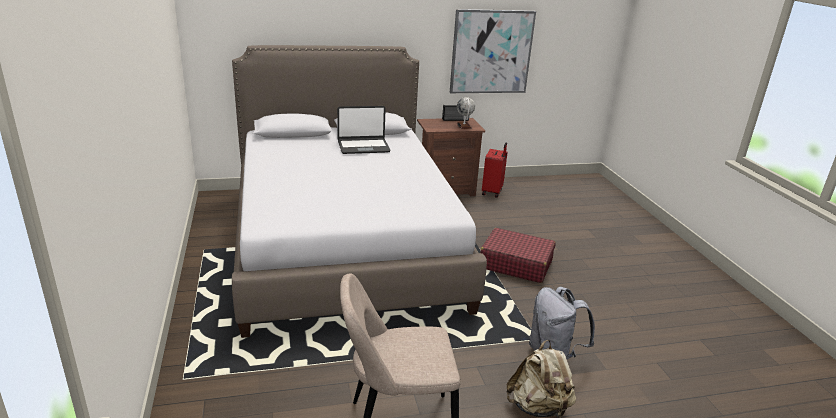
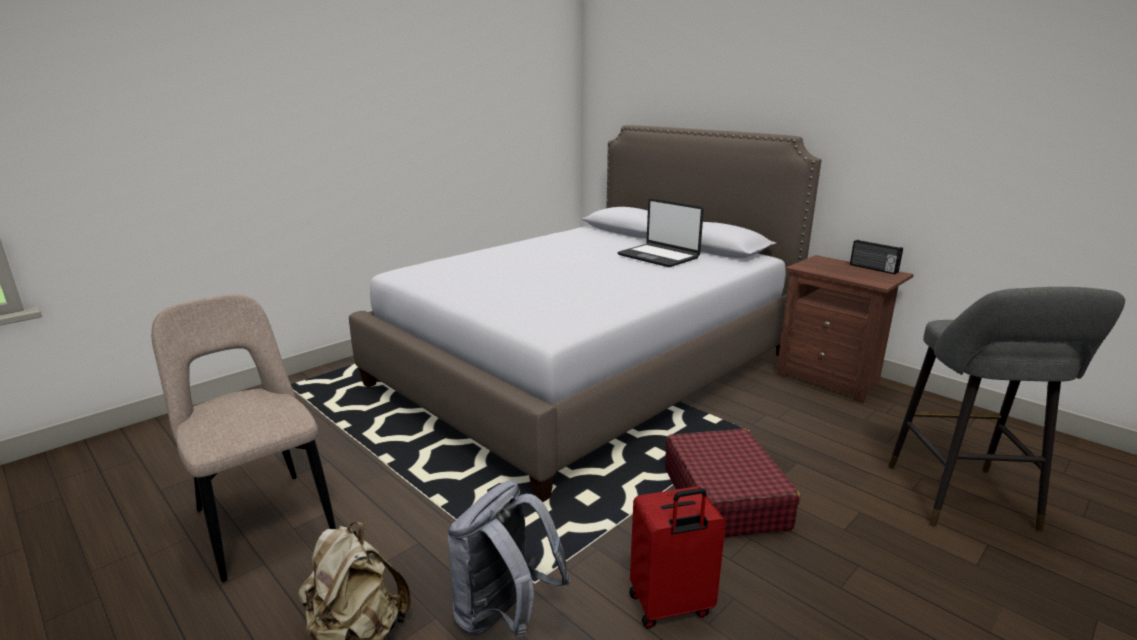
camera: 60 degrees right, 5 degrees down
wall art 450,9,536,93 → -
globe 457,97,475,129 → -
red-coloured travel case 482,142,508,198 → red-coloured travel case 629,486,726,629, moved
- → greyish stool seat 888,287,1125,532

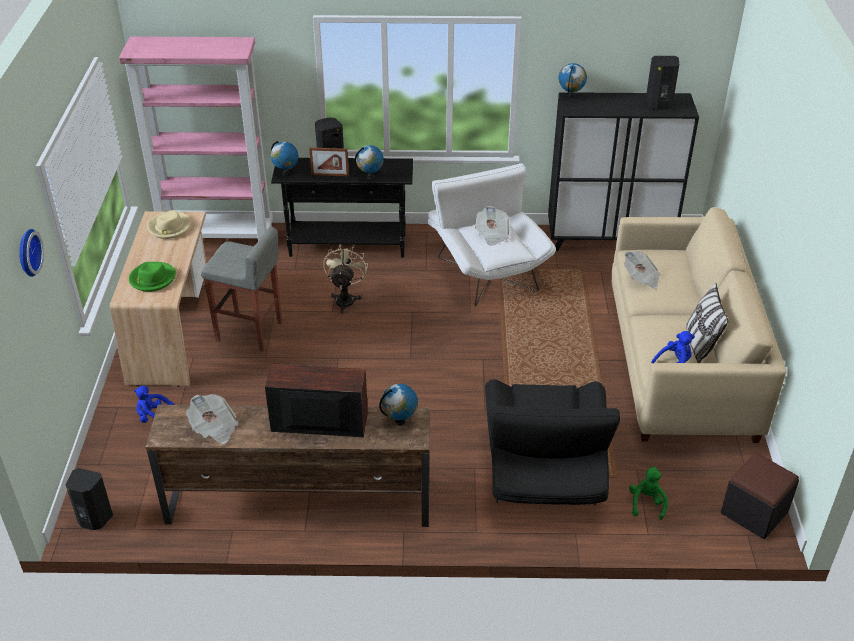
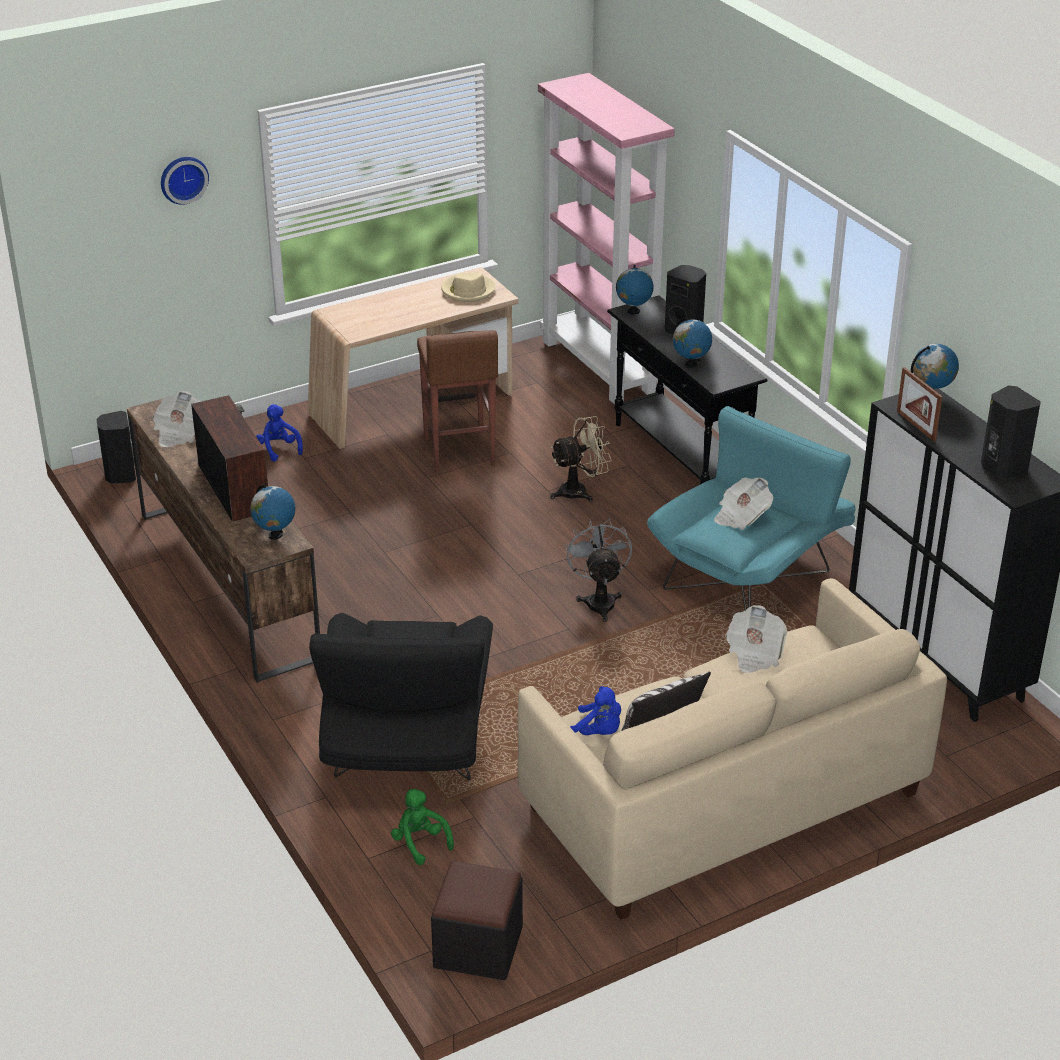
camera: 60 degrees right, 5 degrees down
standing frame 309,147,349,176 → standing frame 897,367,942,441, moved
white easy chair 428,163,556,307 → turquoise-coloured easy chair 647,406,856,611
greyish stool seat 201,227,282,352 → brown-coloured stool seat 417,330,498,473
green hat 129,262,176,292 → -
black easy chair 485,379,620,505 → black easy chair 309,613,493,780, 60 degrees counterclockwise
green cuddly toy 629,467,668,520 → green cuddly toy 391,789,454,865, 105 degrees counterclockwise
- → greyish fan 565,519,632,622

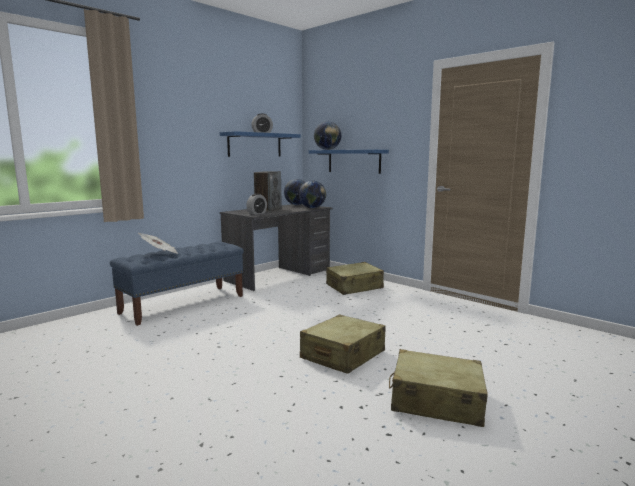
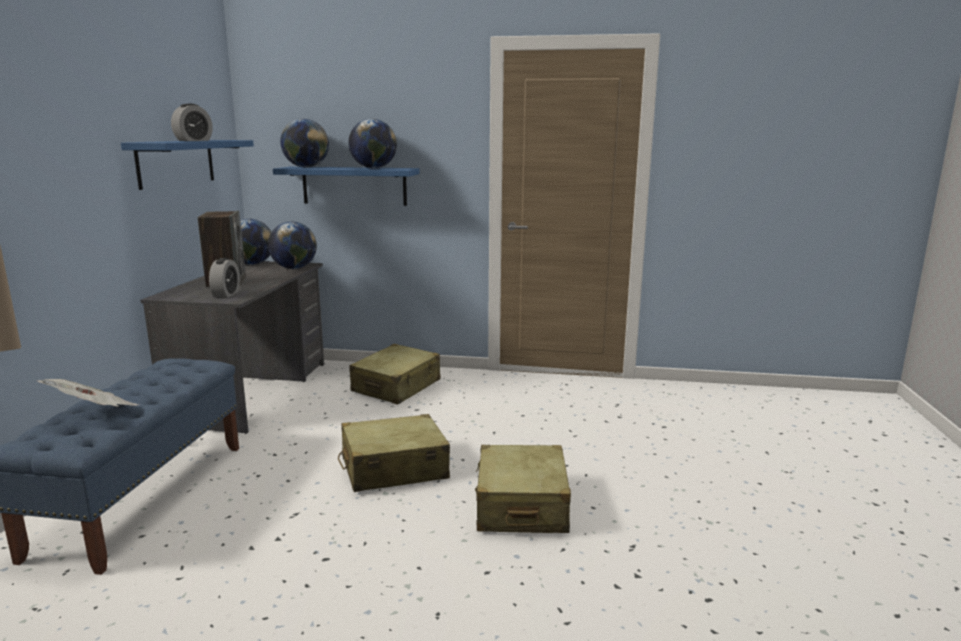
camera: 35 degrees left, 5 degrees up
beige travel case 389,349,488,427 → beige travel case 338,414,450,492, moved
- → globe 349,119,397,168

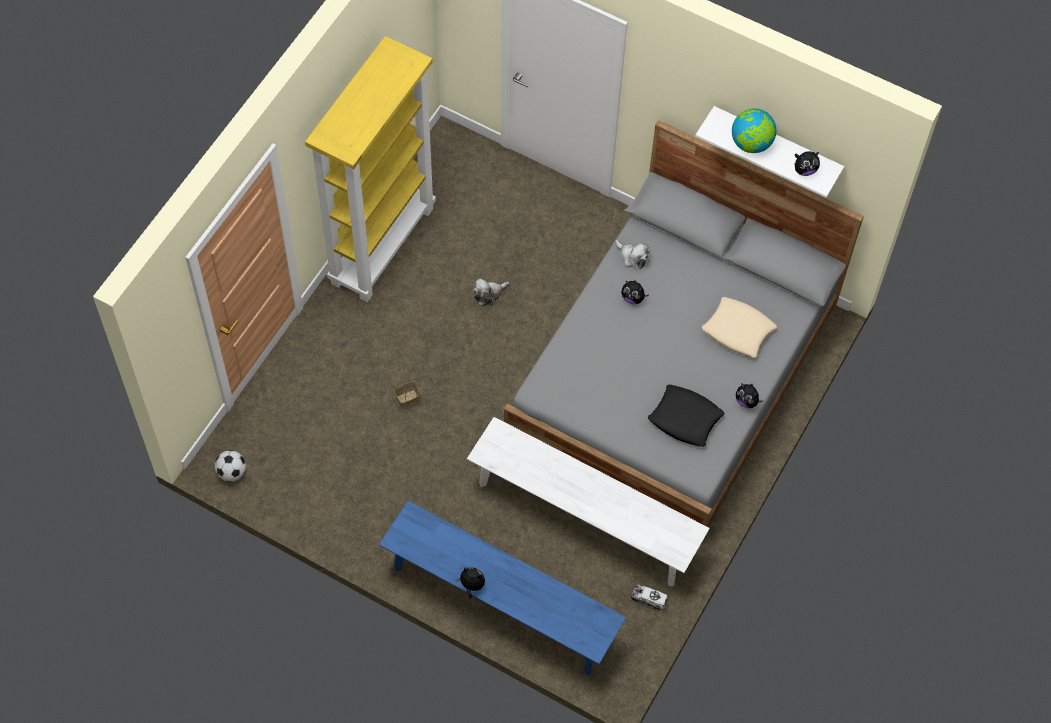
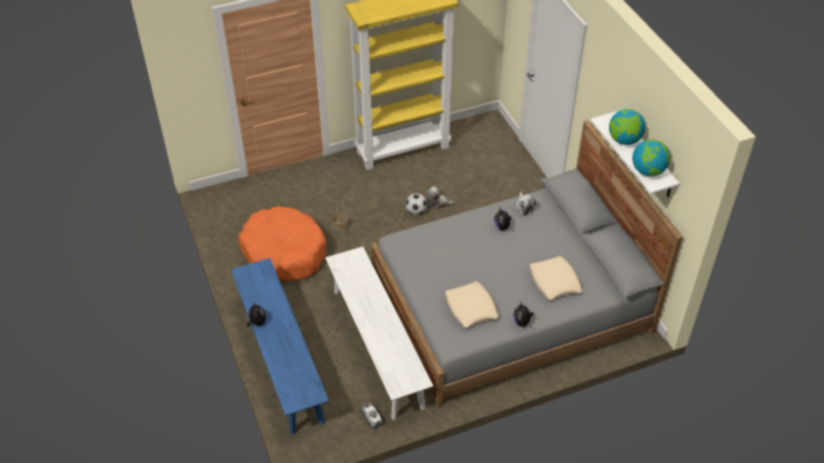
camera: 40 degrees right, 15 degrees down
cuddly toy 794,151,820,176 → globe 632,139,670,176
black throw pillow 648,385,724,447 → beige throw pillow 445,281,499,328
football 215,450,246,481 → football 406,193,427,215, moved
- → orange-coloured dog cushion 238,206,326,281

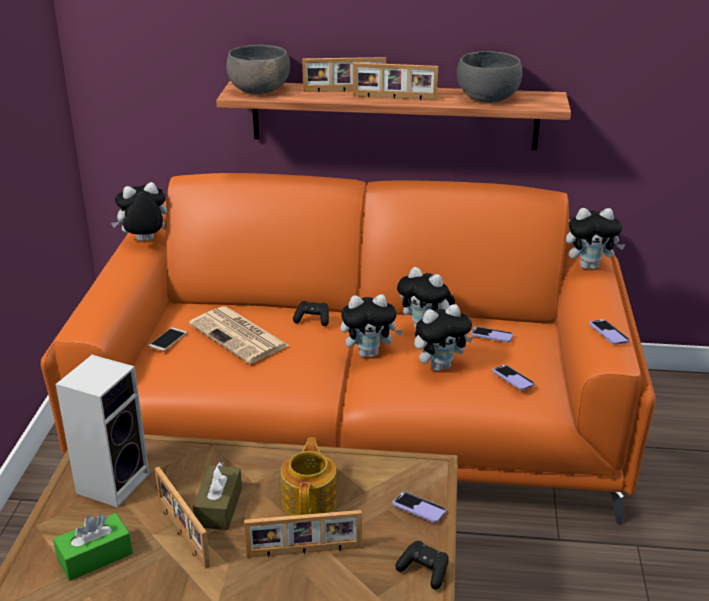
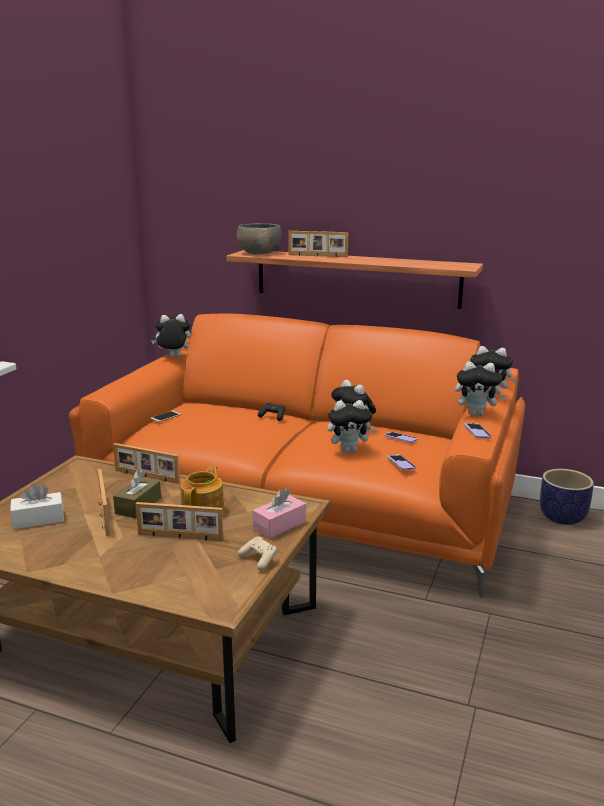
camera: 15 degrees right, 10 degrees down
greyish serving bowl 457,51,522,103 → -
standing frame 353,62,438,100 → standing frame 113,443,180,484, moved
cuddly toy 340,295,403,357 → cuddly toy 455,361,507,416, moved
daily paper 189,306,290,364 → -
speaker 56,355,149,508 → -
handset 392,492,446,523 → pink box of tissues 253,488,306,538
green box of tissues 53,513,133,581 → white box of tissues 10,483,64,529
black gamepad 395,541,449,589 → beige gamepad 238,536,277,571
- → flower pot 540,469,594,525

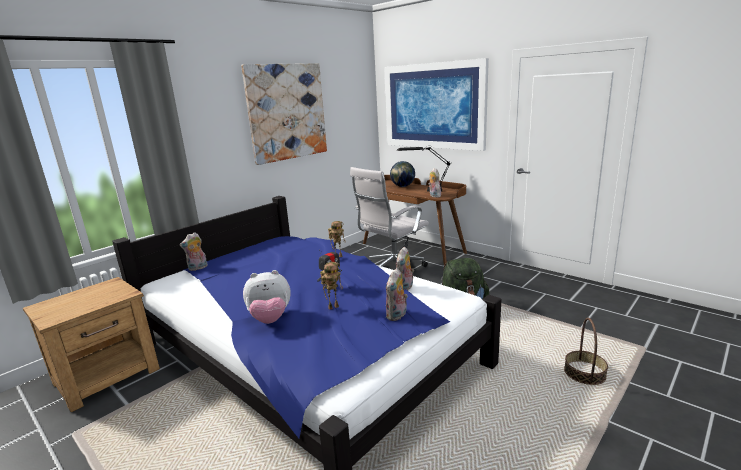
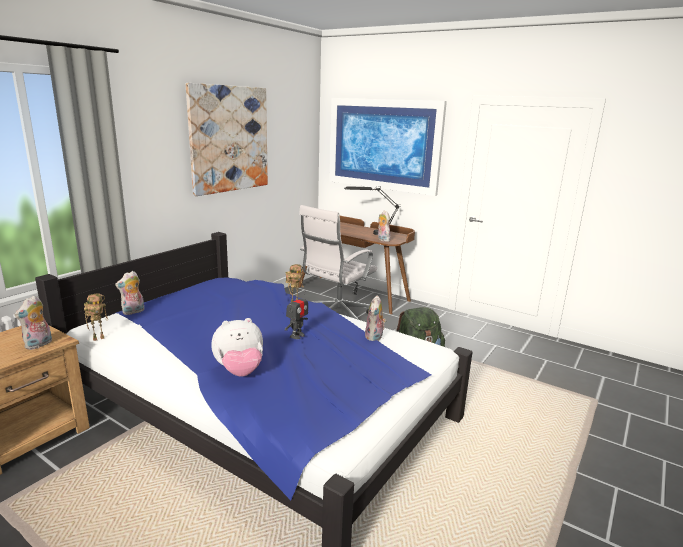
camera: 10 degrees left, 0 degrees up
globe 390,161,415,187 → -
toy robot 320,262,343,310 → toy robot 84,293,108,341, moved
cuddly toy 386,268,408,321 → cuddly toy 14,295,52,350, moved
basket 564,318,608,385 → -

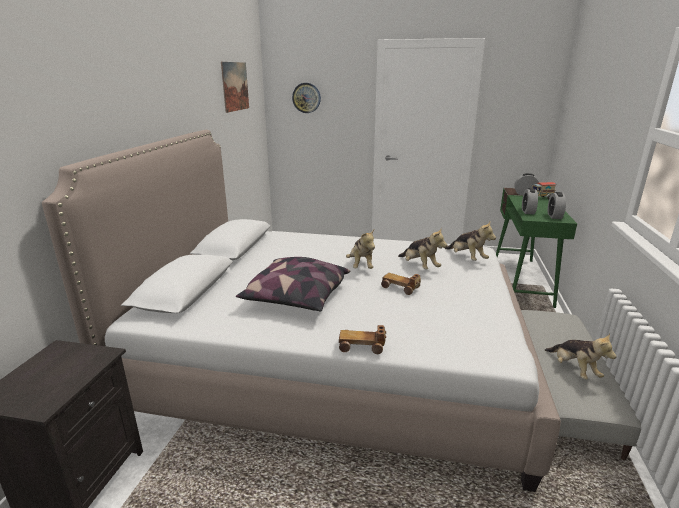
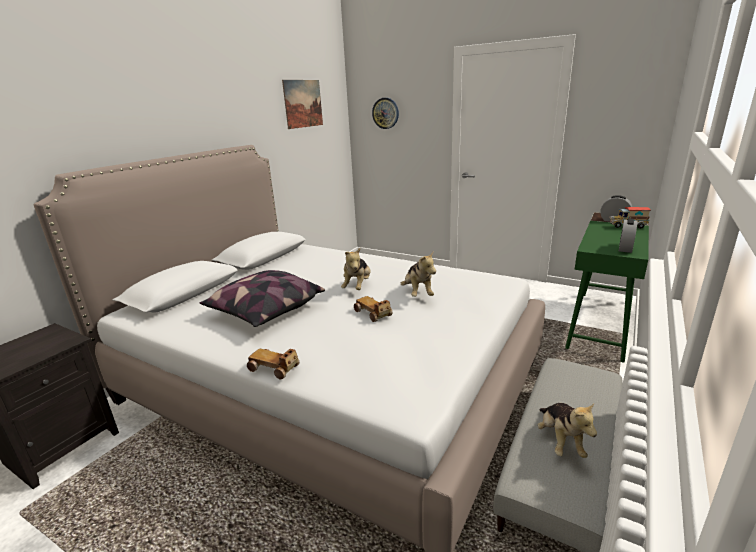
camera: 20 degrees right, 0 degrees up
table clock 522,188,538,214 → -
cuddly toy 445,220,496,261 → -

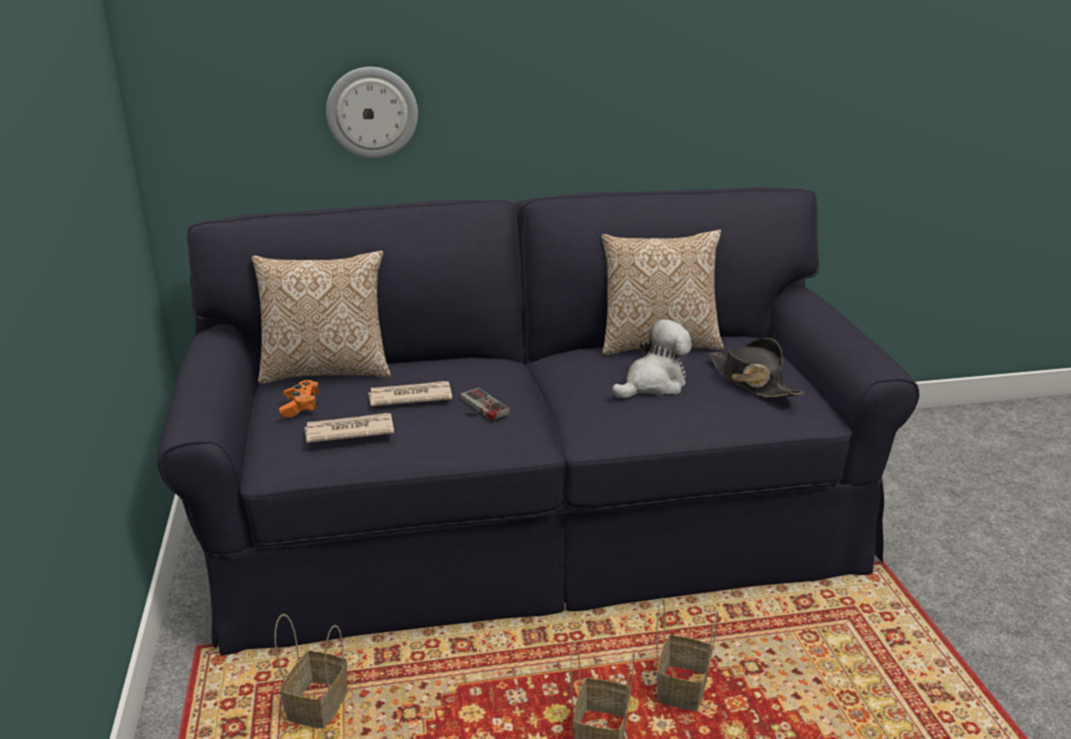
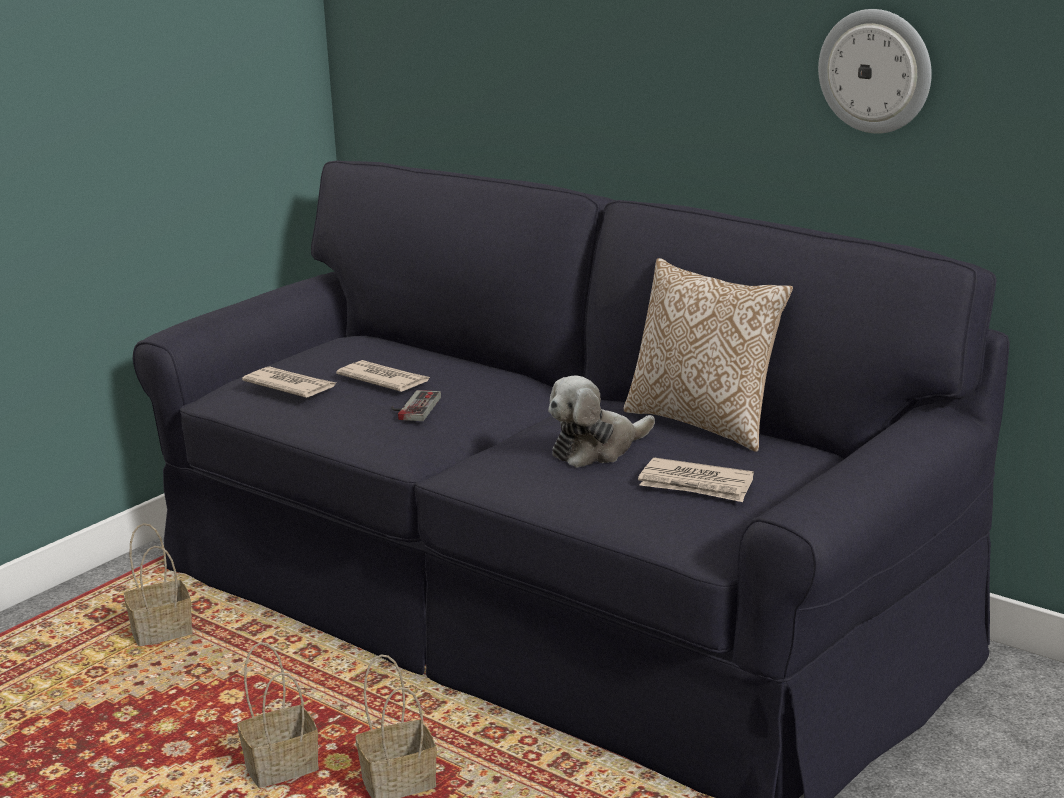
camera: 50 degrees right, 5 degrees down
hanging clock 326,67,418,158 → hanging clock 818,9,932,134, moved
throw pillow 252,250,391,384 → -
cuddly toy 612,320,692,398 → cuddly toy 548,376,655,468, 135 degrees clockwise
black hat 708,338,804,397 → daily paper 638,458,754,502
orange-coloured gamepad 279,380,320,417 → -

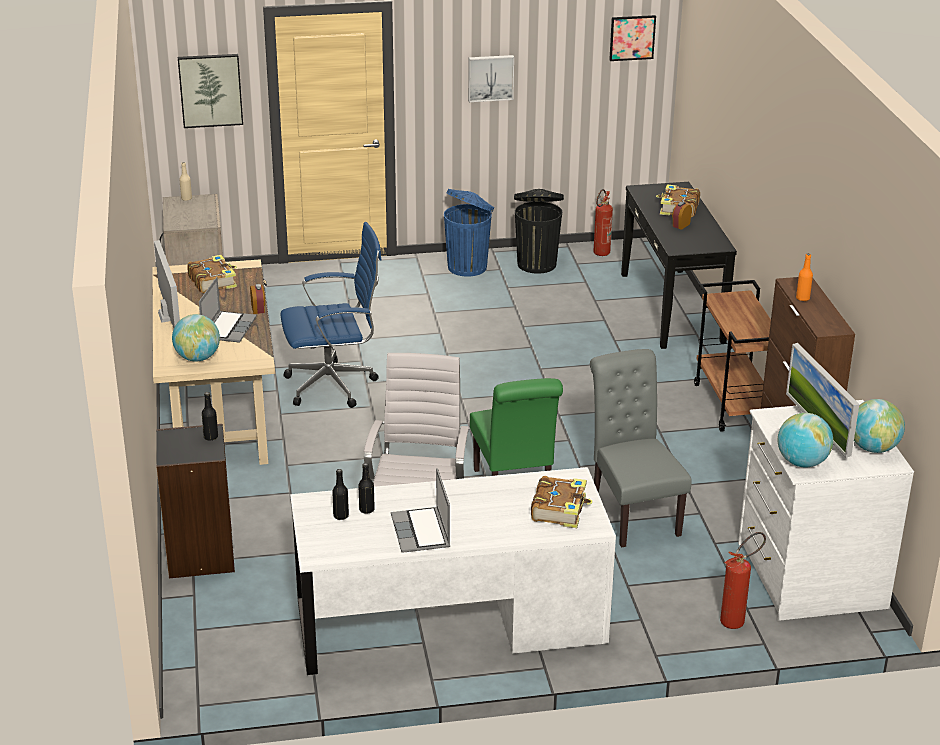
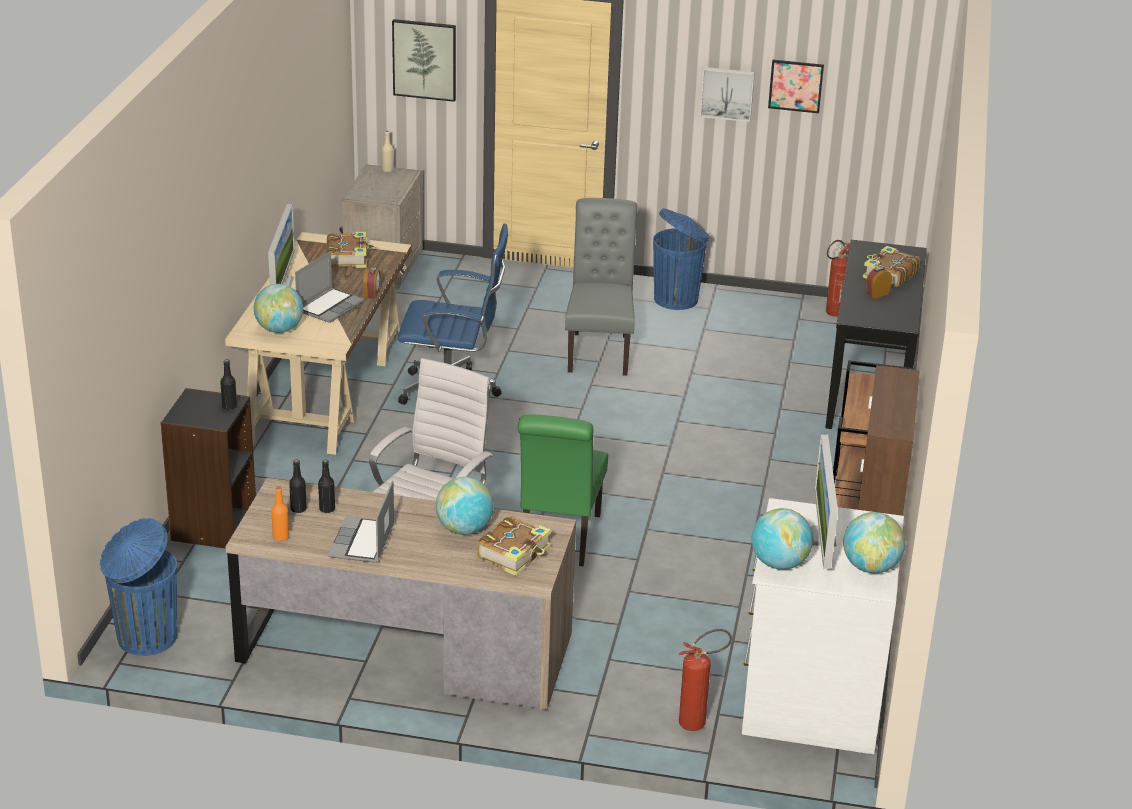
camera: 20 degrees right, 0 degrees up
wall art 609,15,656,61 → wall art 768,60,824,113, moved
black trash can 514,189,564,274 → -
orange-coloured beverage bottle 796,253,813,301 → orange-coloured beverage bottle 271,486,289,541, moved
greyish upright chair 590,349,692,548 → greyish upright chair 565,198,638,376, moved
white desk table 290,467,616,675 → brown-coloured desk table 226,478,576,710
- → globe 436,477,494,535
- → blue-coloured trash can 100,518,177,656

